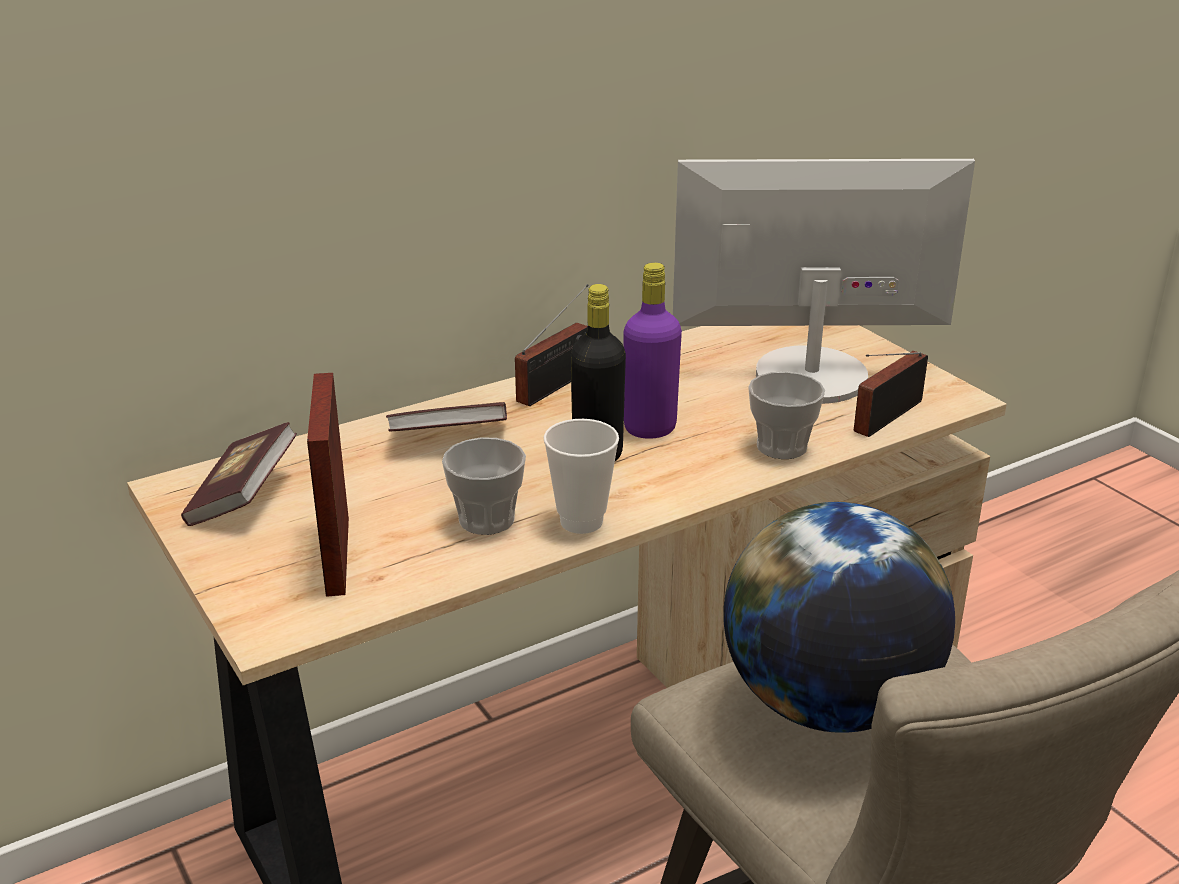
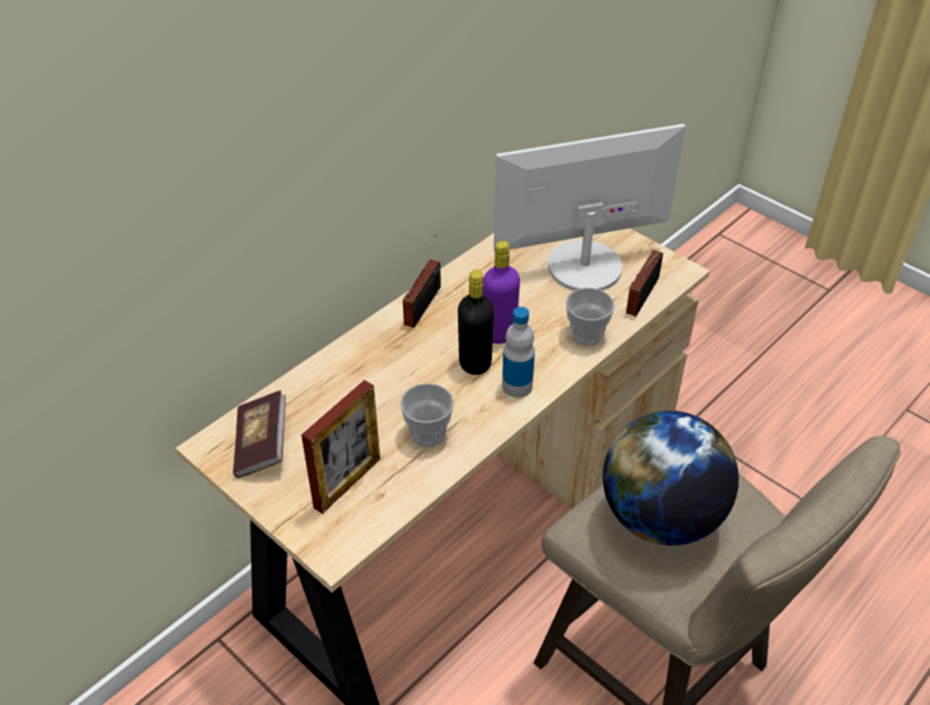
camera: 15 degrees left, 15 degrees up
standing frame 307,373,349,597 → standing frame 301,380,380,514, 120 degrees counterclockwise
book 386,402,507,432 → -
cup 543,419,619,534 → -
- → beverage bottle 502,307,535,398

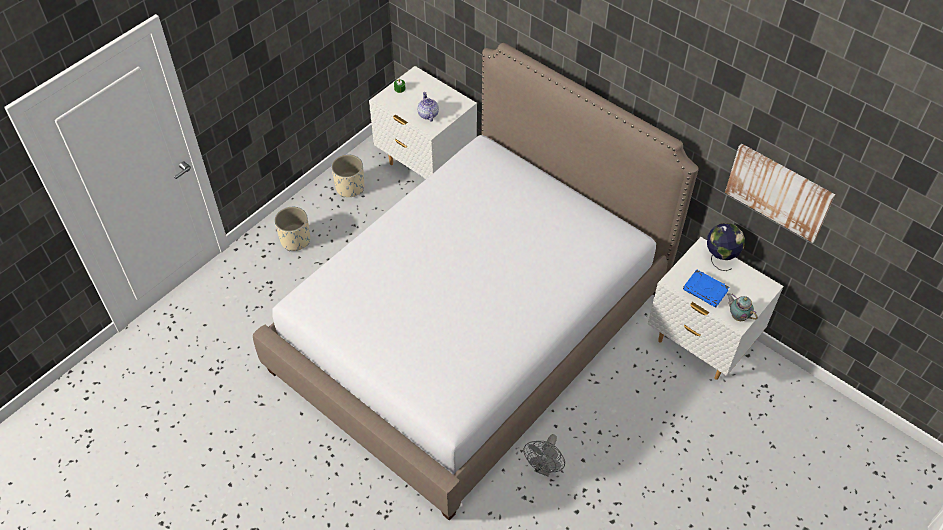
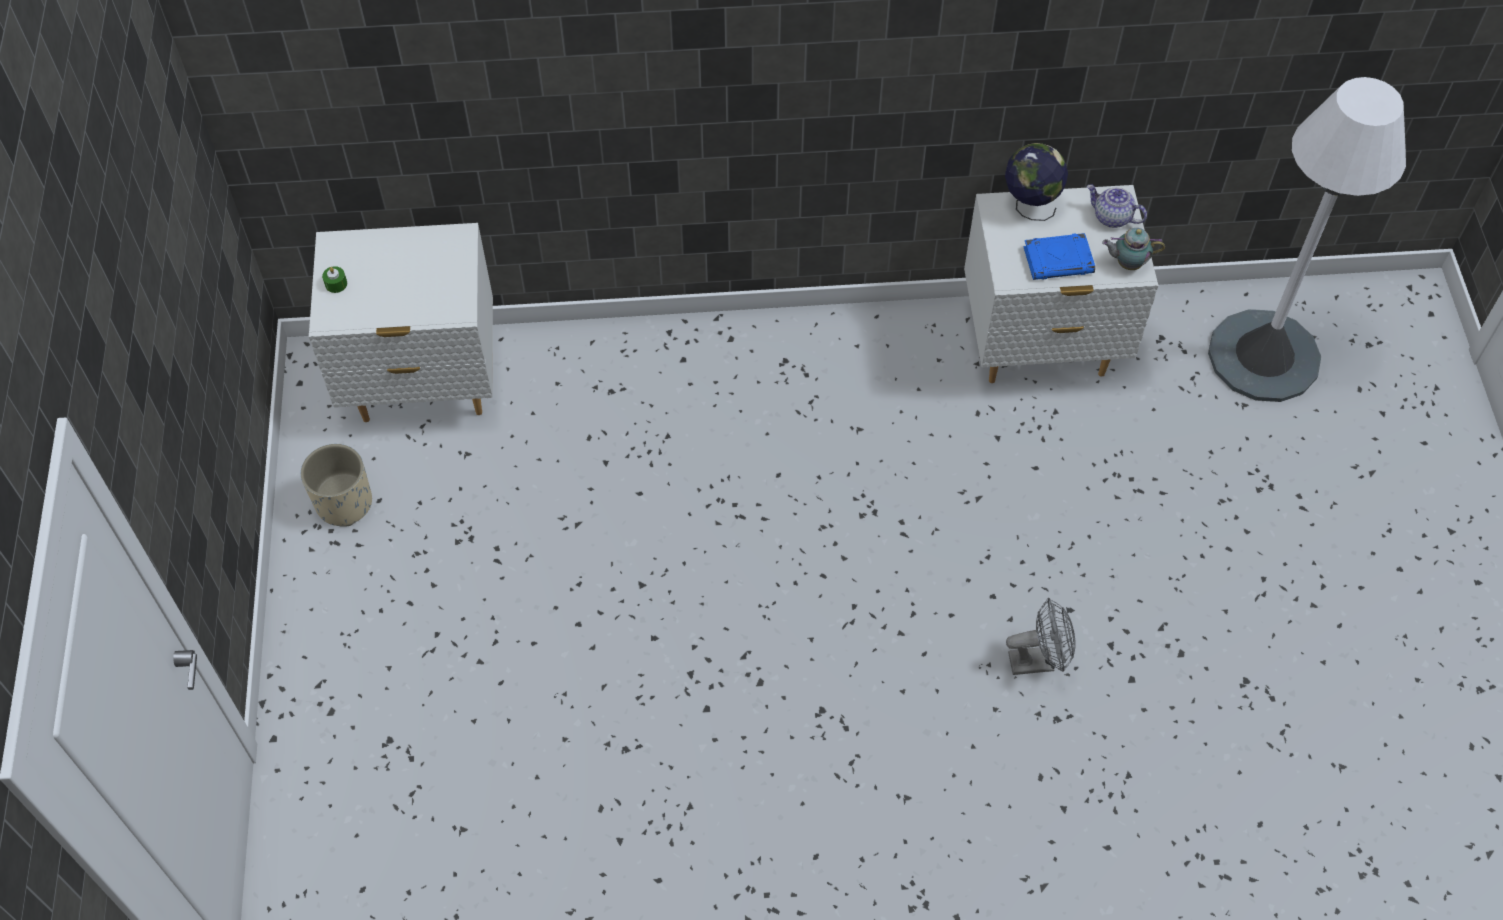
camera: 45 degrees left, 5 degrees up
bedroom bed 253,43,699,521 → -
teapot 418,92,439,122 → teapot 1087,185,1147,228, moved
wall art 725,144,835,243 → -
beige flower pot 274,207,310,251 → -
greyish fan 523,434,565,477 → greyish fan 1006,598,1075,675, 75 degrees counterclockwise
- → white floor lamp 1208,77,1406,402

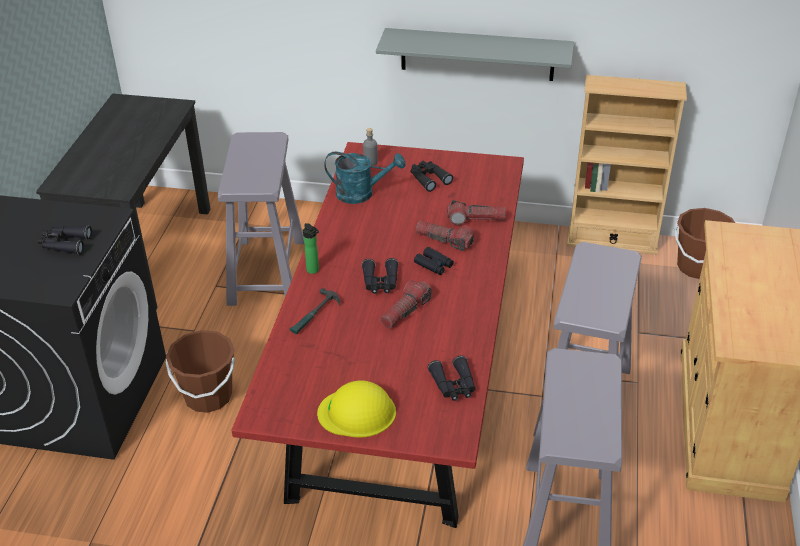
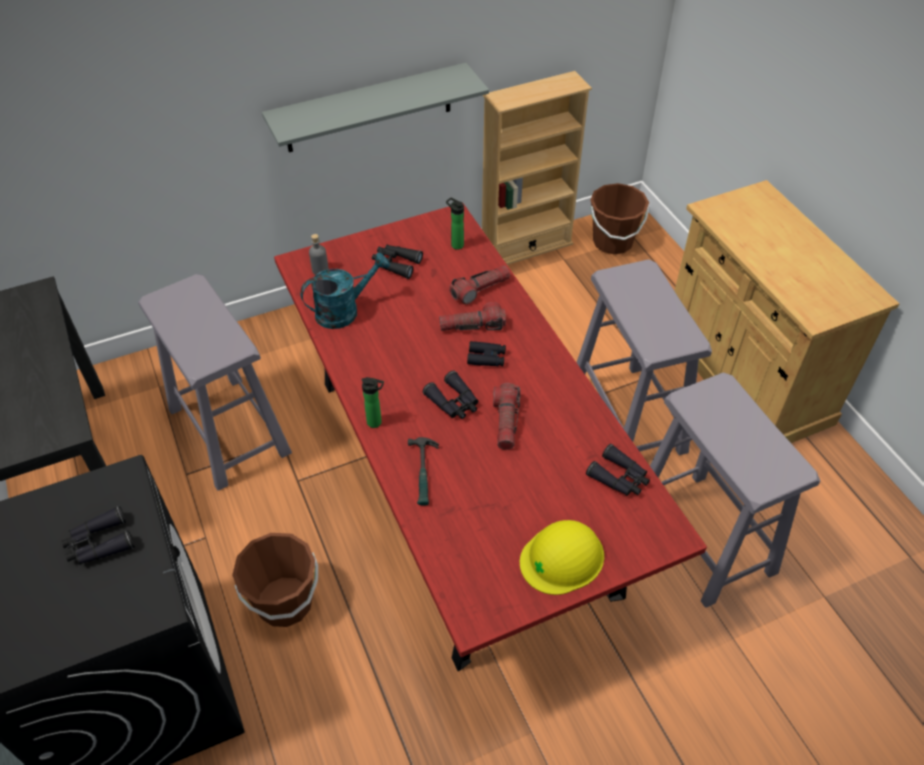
camera: 35 degrees left, 10 degrees up
- → beverage bottle 446,198,464,250

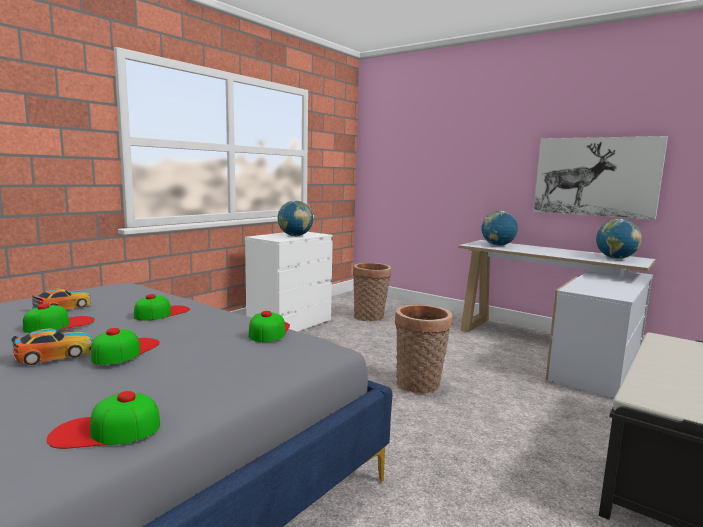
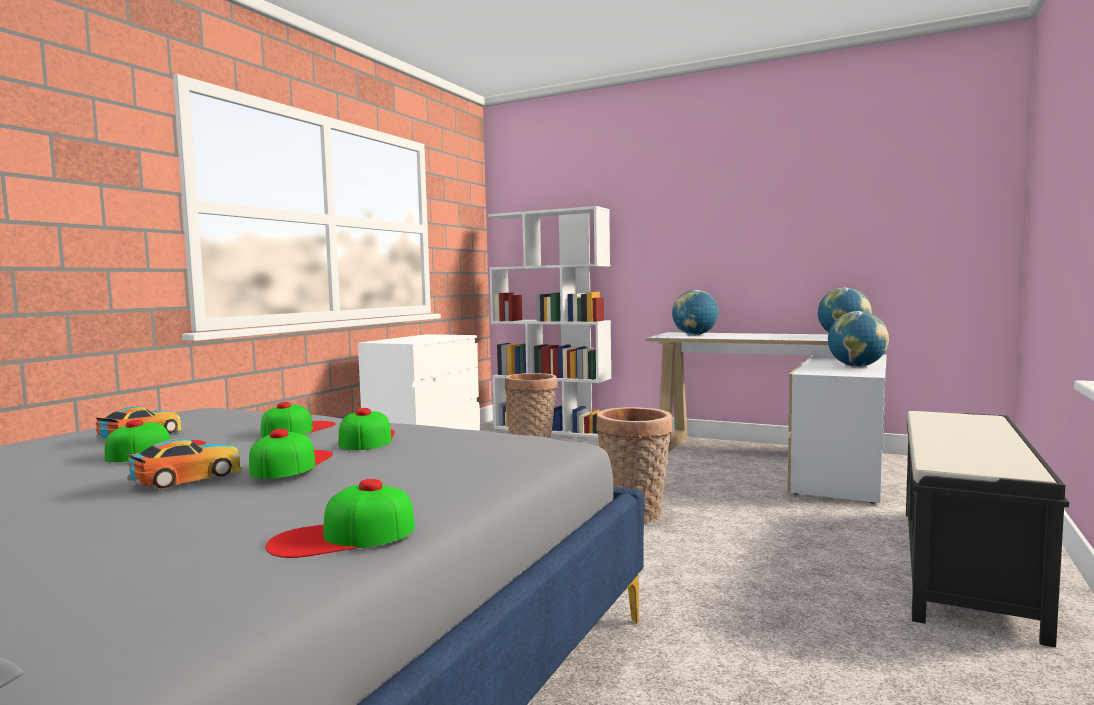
camera: 10 degrees left, 5 degrees down
wall art 534,136,668,220 → -
globe 278,201,313,236 → globe 828,311,889,367, moved
cap 249,311,290,342 → cap 338,408,395,450, moved
- → white shelving unit 488,206,611,438

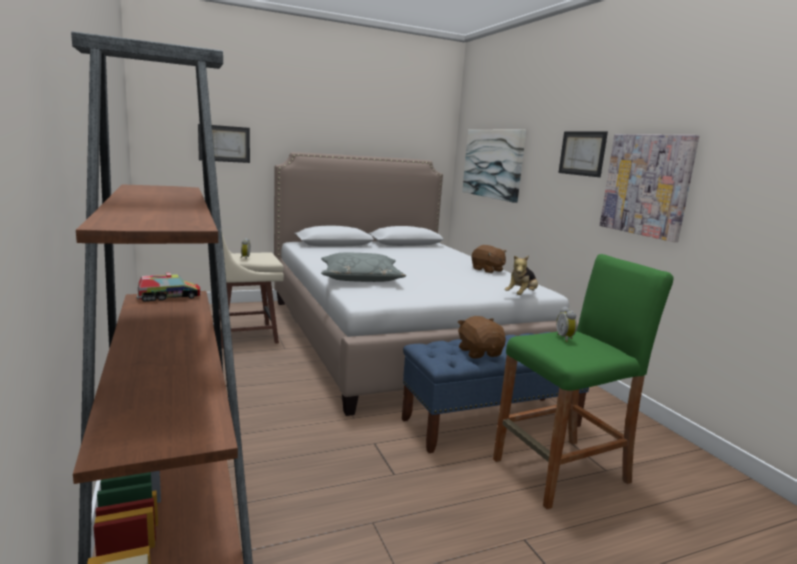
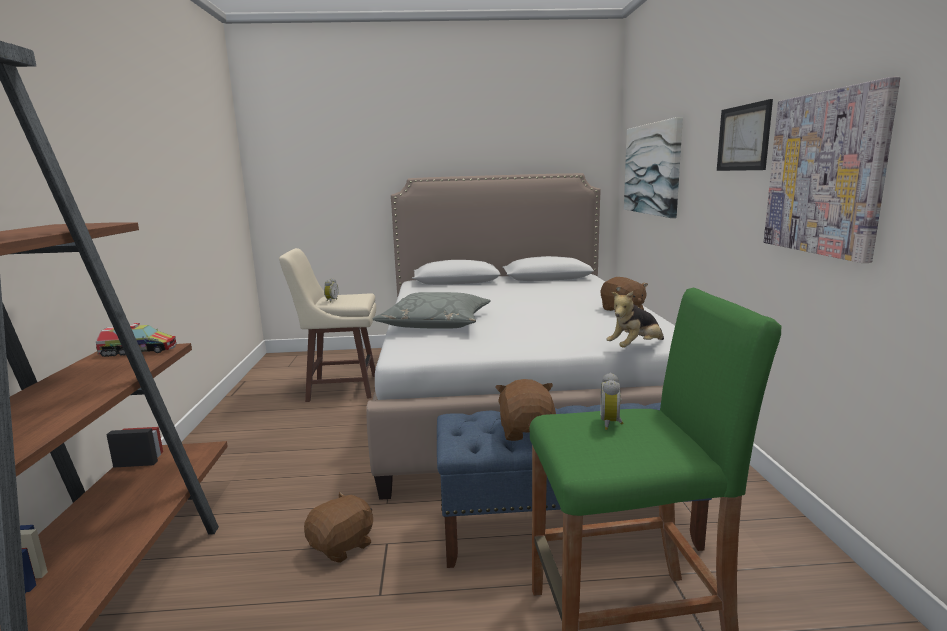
camera: 20 degrees right, 0 degrees up
wall art 198,124,250,163 → -
- → brown-coloured cuddly toy 304,492,373,563

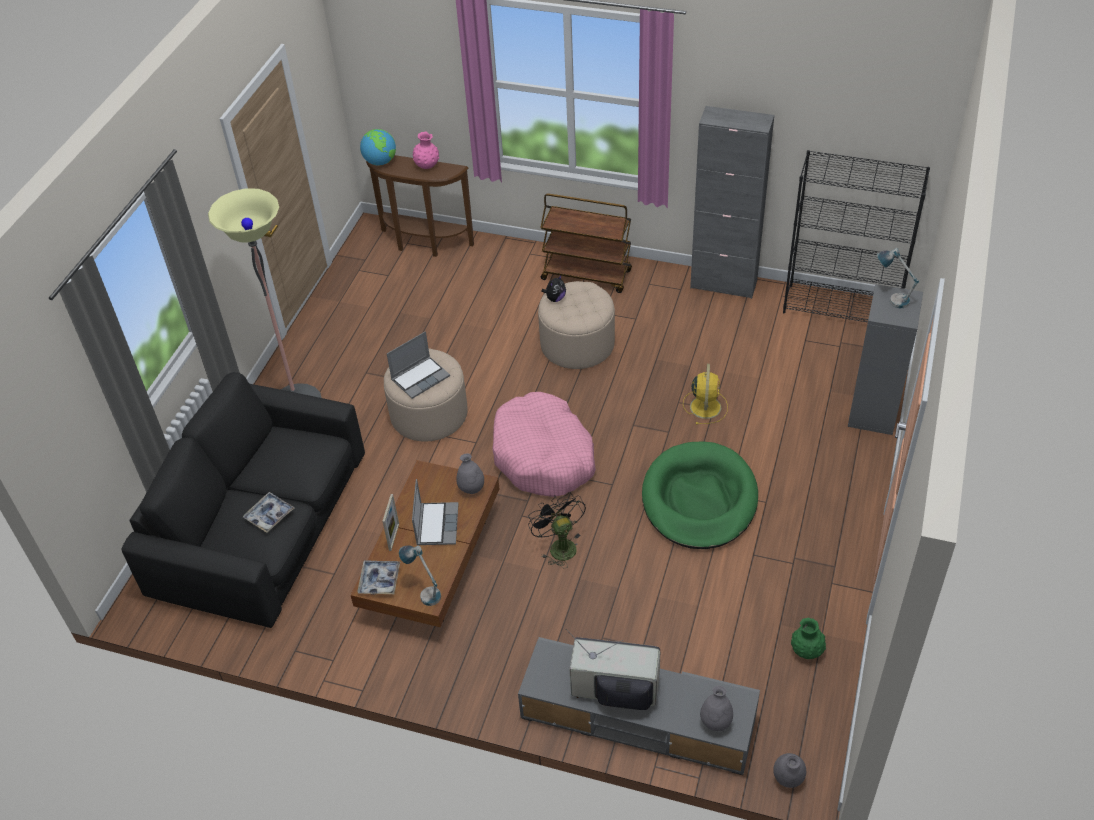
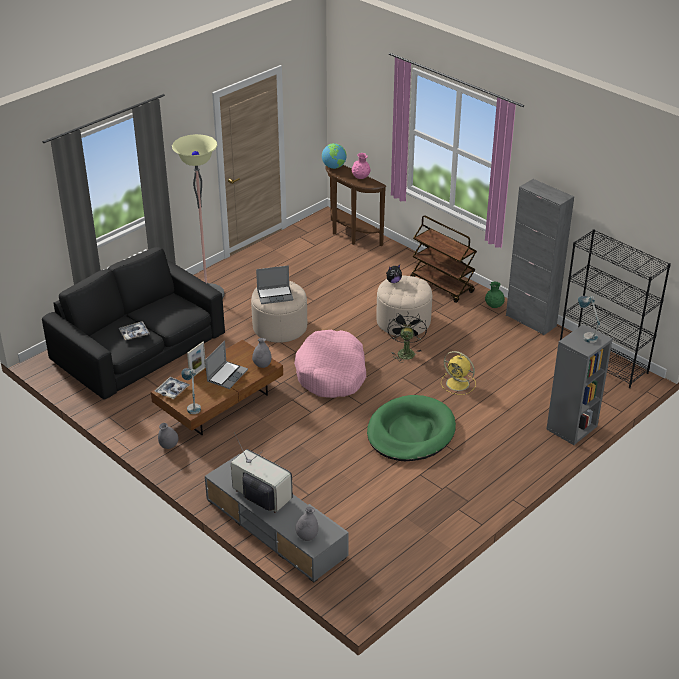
camera: 25 degrees right, 10 degrees down
yellowish fan 683,364,728,424 → yellowish fan 441,351,476,395, 90 degrees clockwise
black fan 528,492,586,568 → black fan 388,311,427,363, moved
green vase 791,617,826,659 → green vase 485,281,505,308, moved
greyish vase 773,753,806,788 → greyish vase 158,423,178,449, moved

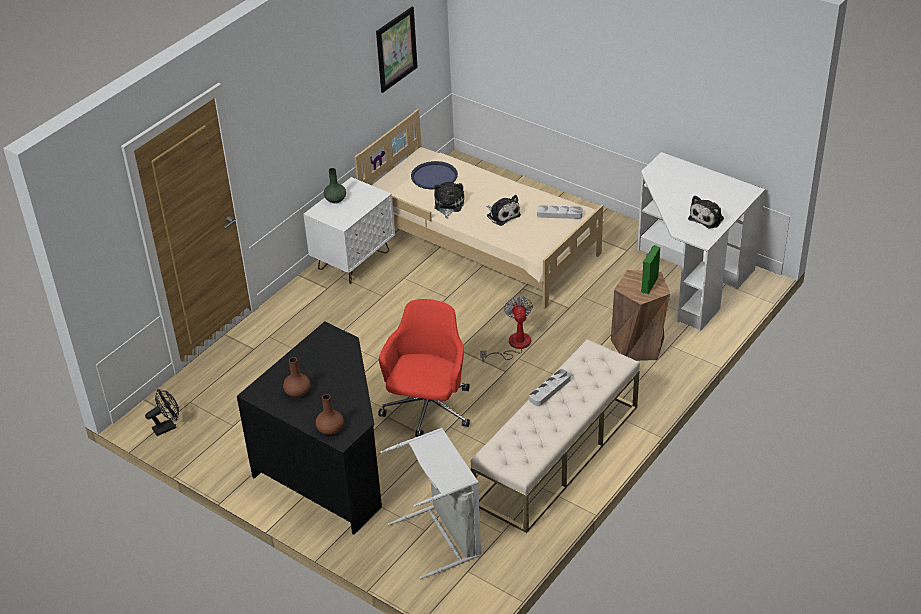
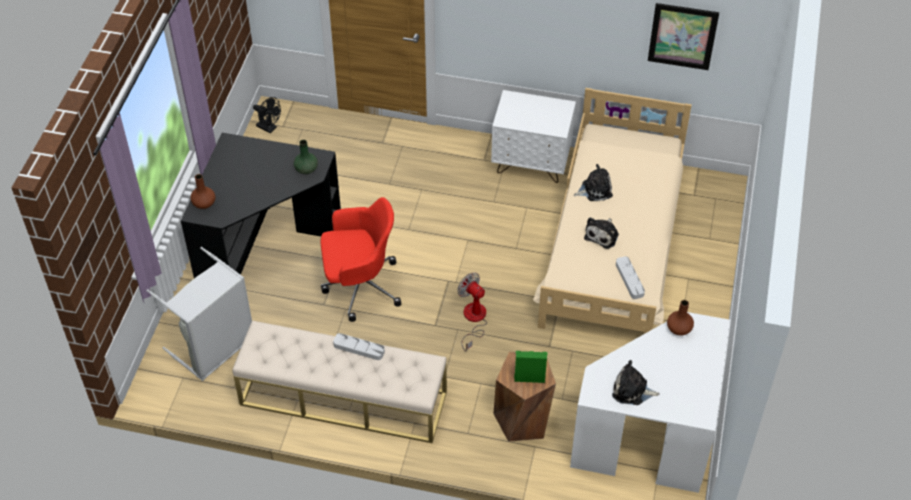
camera: 65 degrees right, 10 degrees up
blue-coloured carrying tray 411,161,458,190 → -
green vase 324,168,346,203 → green vase 294,140,318,174, moved
fan 480,296,533,363 → fan 458,272,487,351, 105 degrees counterclockwise
brown-coloured vase 283,357,311,397 → brown-coloured vase 667,300,694,336, moved

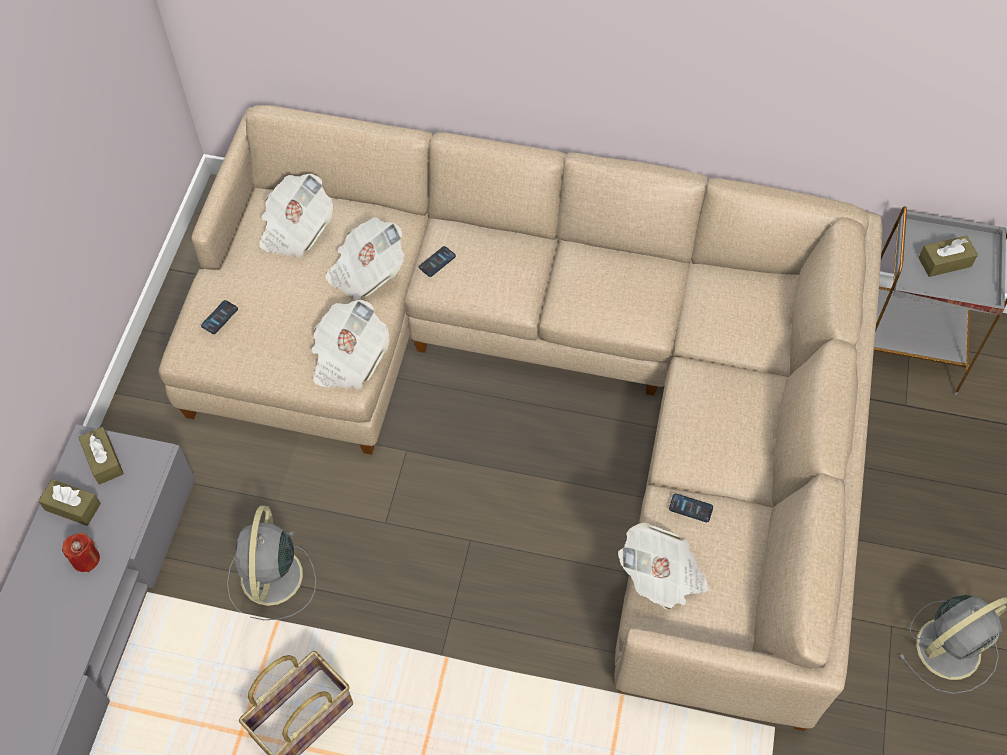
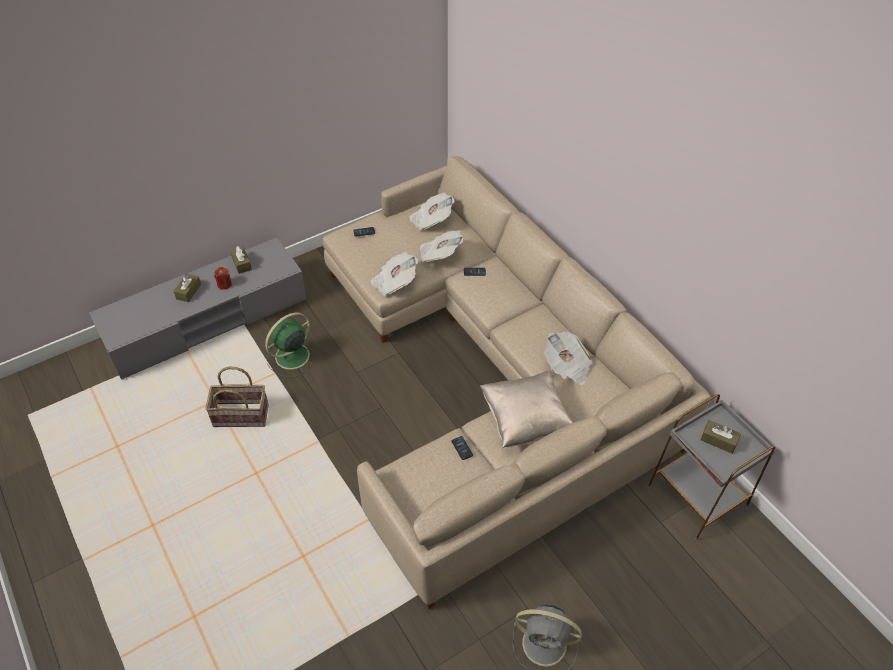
camera: 45 degrees right, 10 degrees down
brown-coloured box of tissues 78,427,124,485 → brown-coloured box of tissues 173,274,201,302, moved
greyish fan 227,506,316,620 → green fan 265,312,319,378
daily paper 618,523,709,609 → daily paper 544,332,593,385, moved
- → beige throw pillow 480,371,573,448

